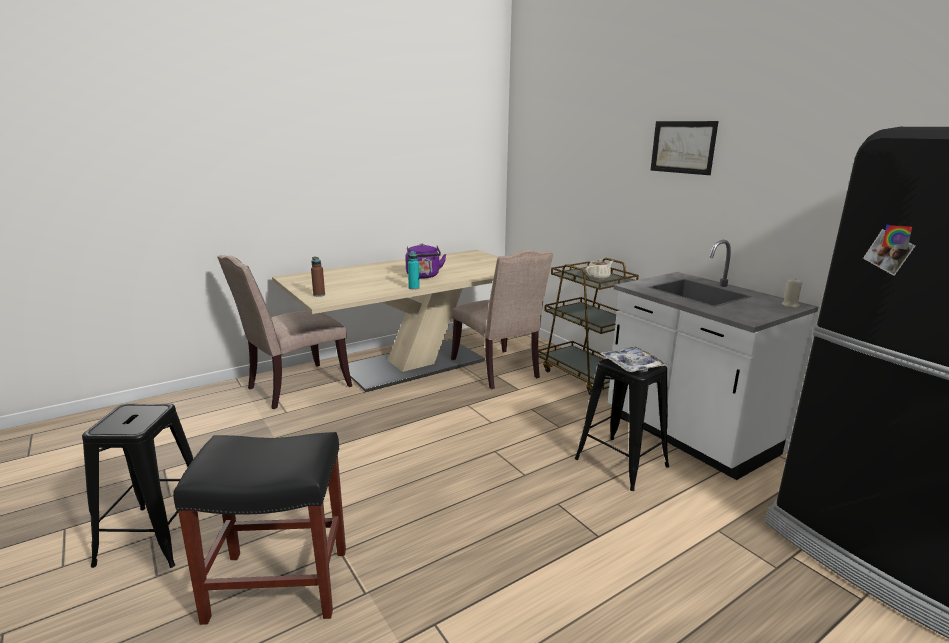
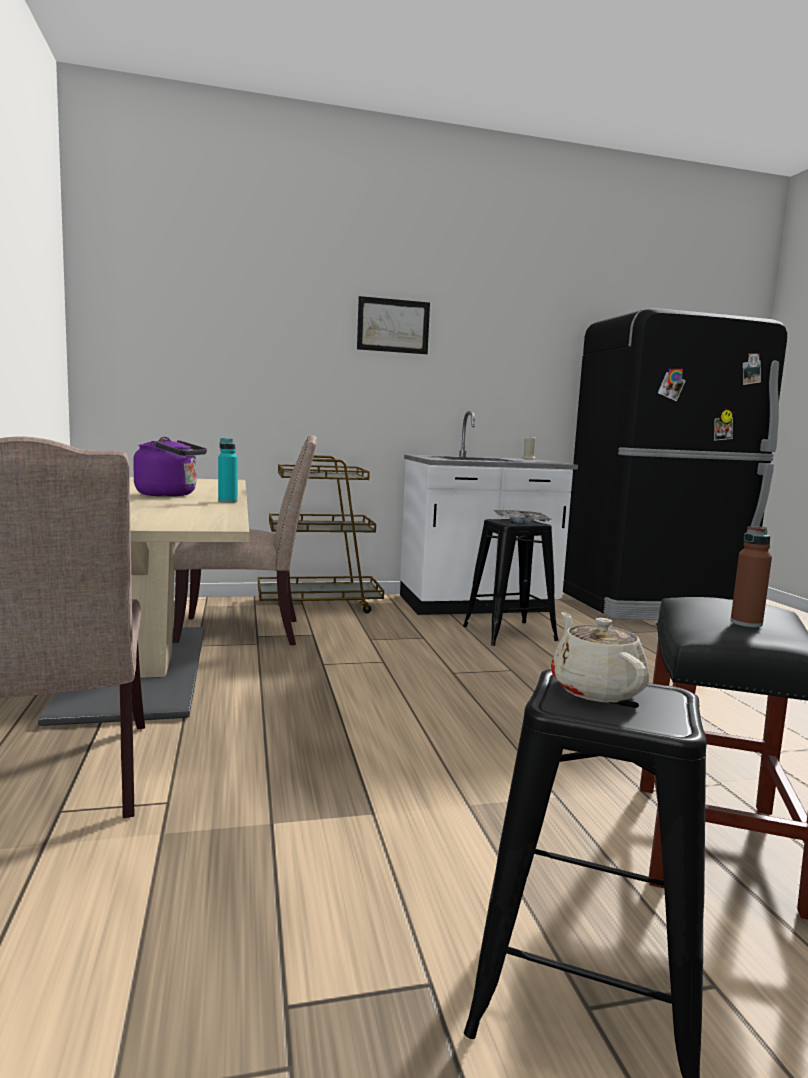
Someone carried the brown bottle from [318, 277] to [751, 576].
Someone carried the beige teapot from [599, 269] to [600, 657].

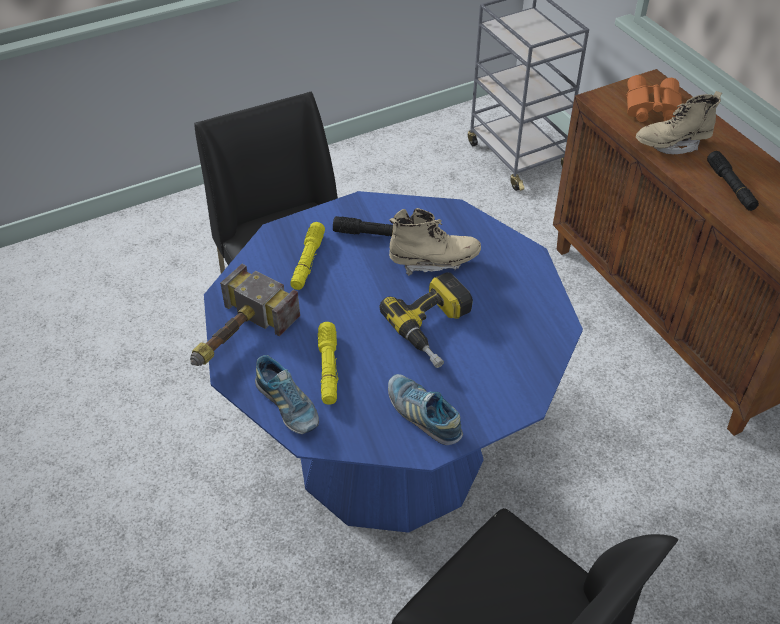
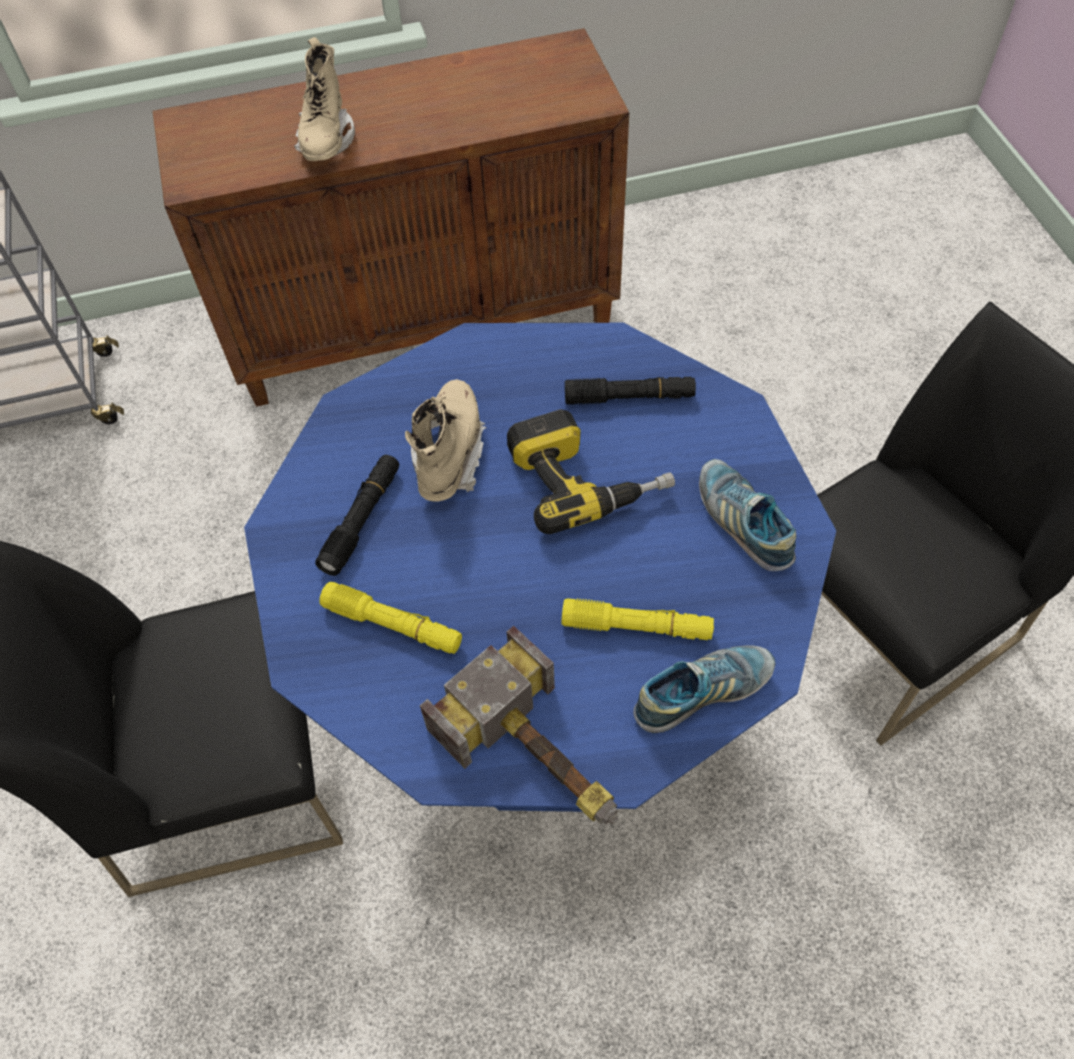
Someone rotated the shoe at [425, 409] by 90 degrees clockwise.
Someone took away the orange binoculars at [654, 98].
Someone carried the black flashlight from [733, 181] to [630, 391].

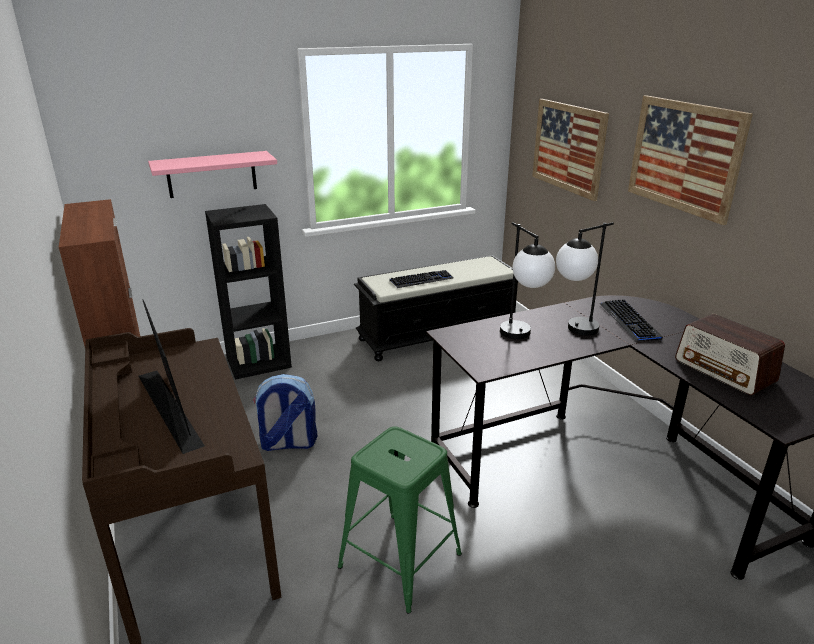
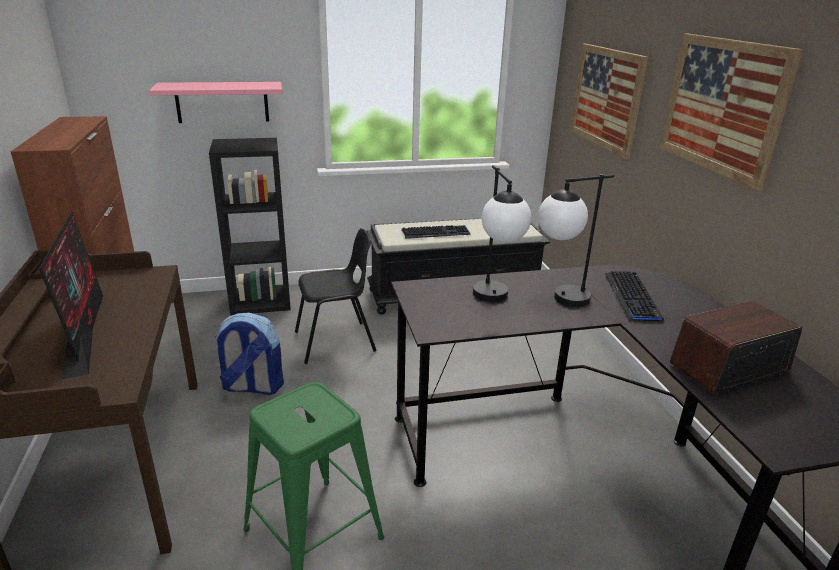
Someone rotated the radio at [730, 354] by 90 degrees clockwise.
Someone put down the black chair at [335, 296].

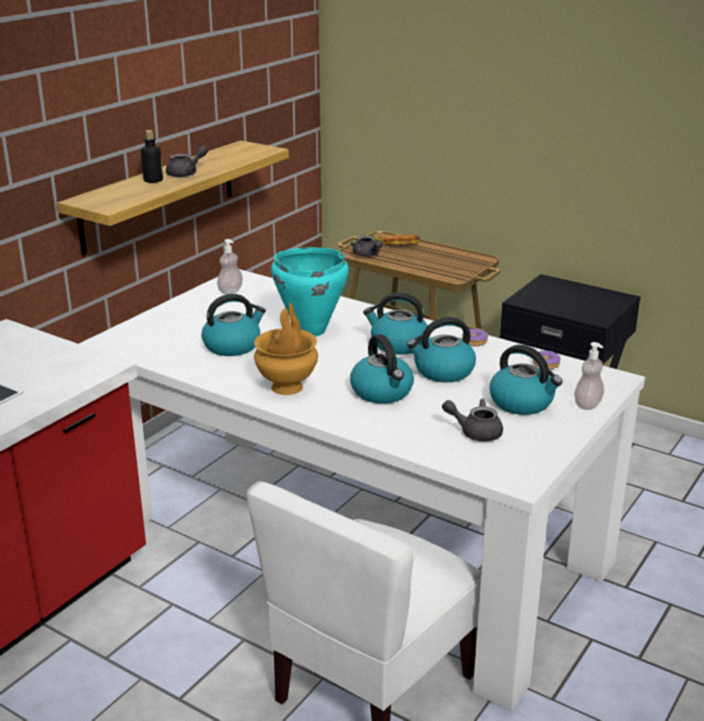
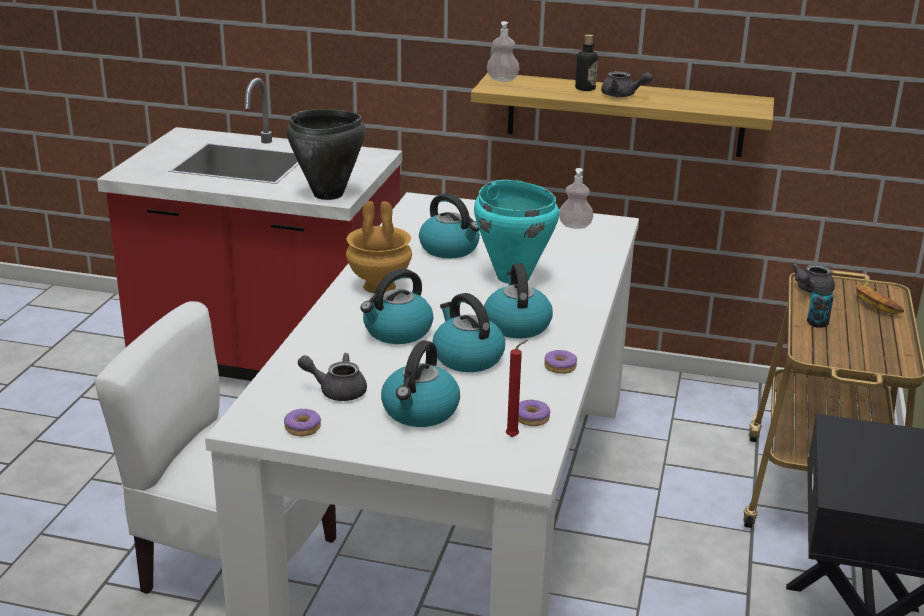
Someone rotated the grey teapot at [472, 419] by 75 degrees counterclockwise.
Someone carried the soap dispenser from [589, 376] to [503, 51].
Someone put down the donut at [302, 423].
Someone put down the black cooking pot at [326, 154].
Someone put down the red candle at [517, 388].
Someone put down the can at [820, 307].

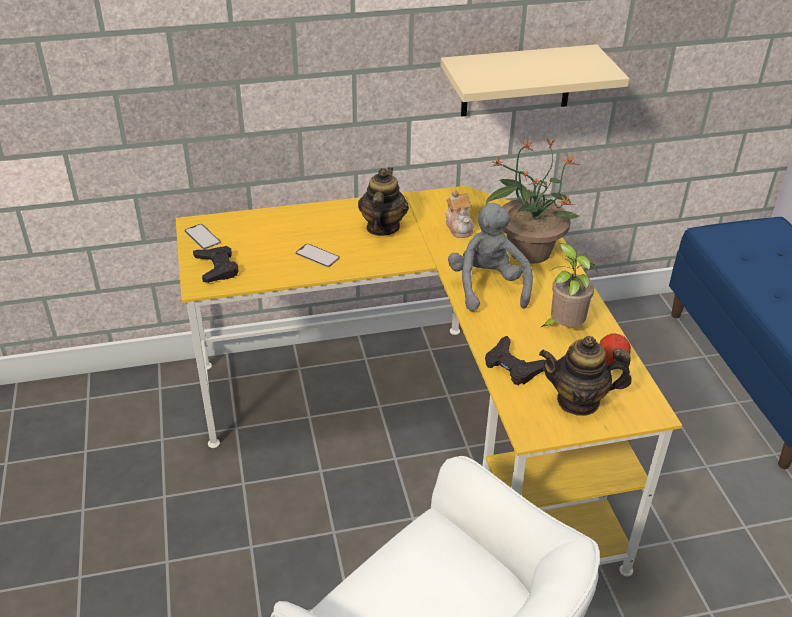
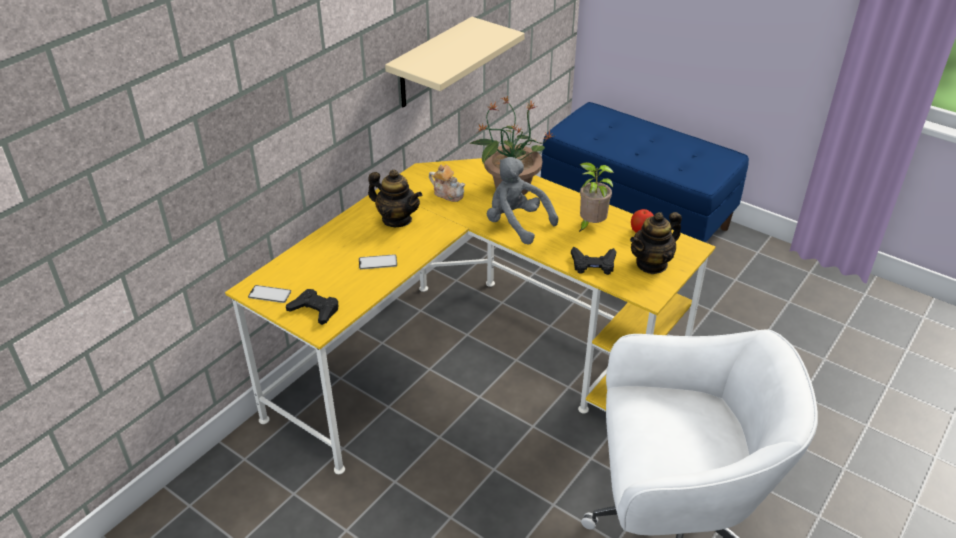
Someone rotated the teapot at [383, 201] by 150 degrees clockwise.

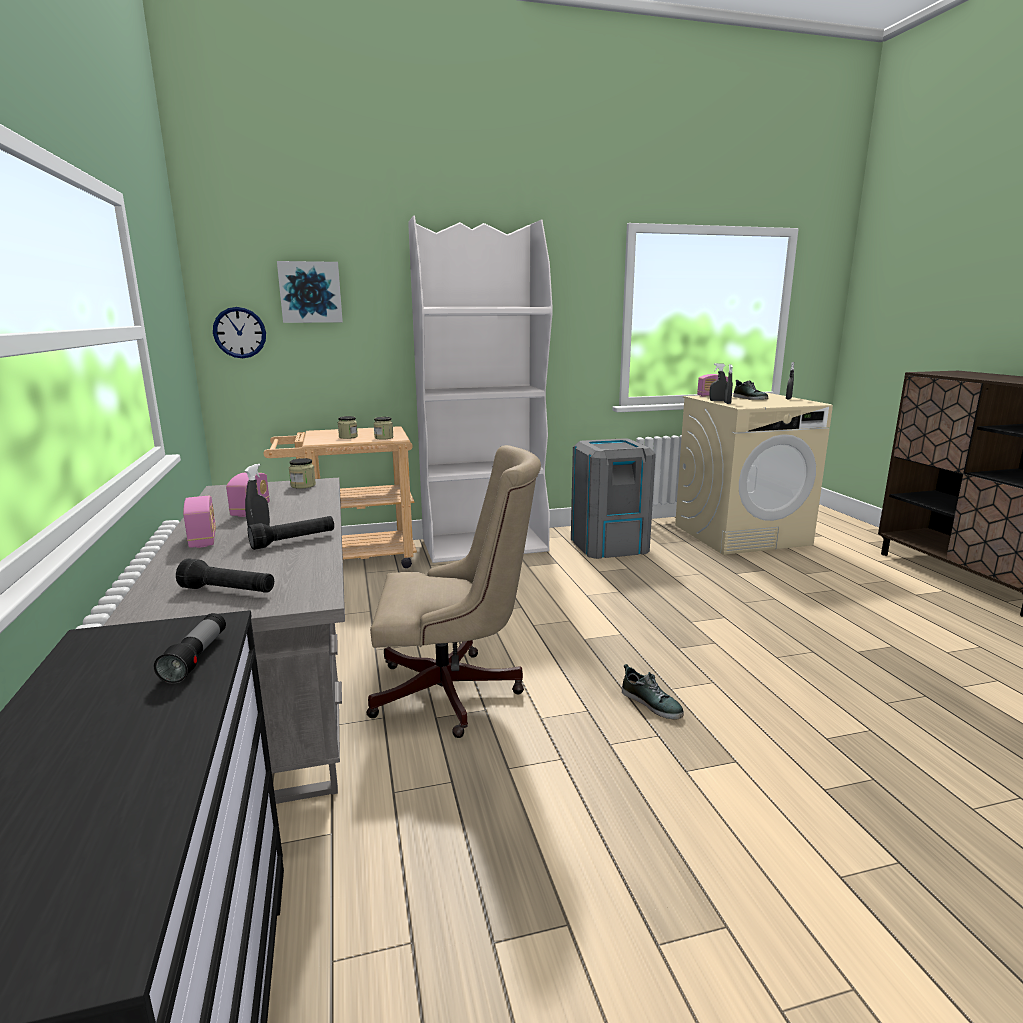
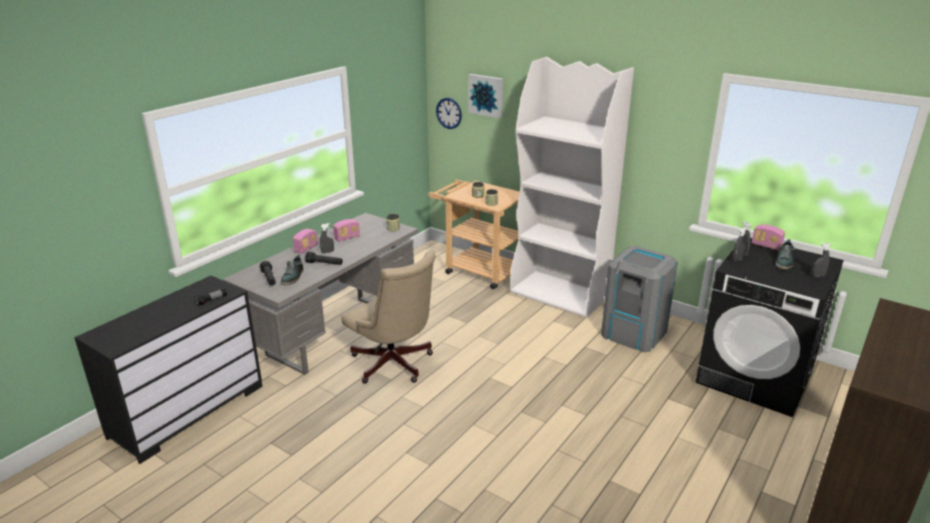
Someone carried the shoe from [653, 691] to [292, 269].
Someone repainted the beige washing machine at [754, 474], which became the black washing machine at [769, 327].

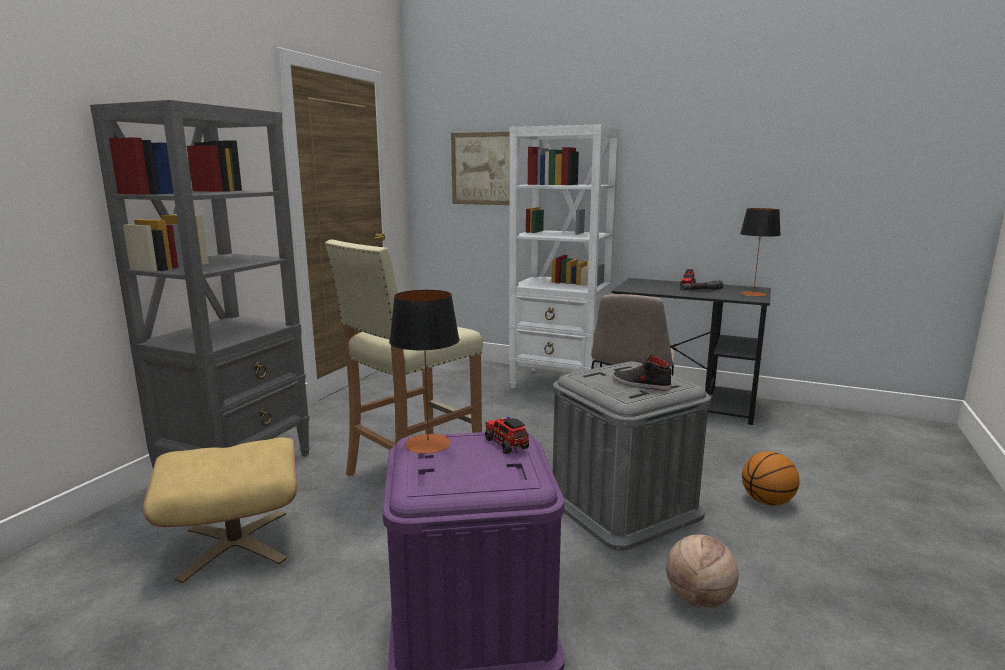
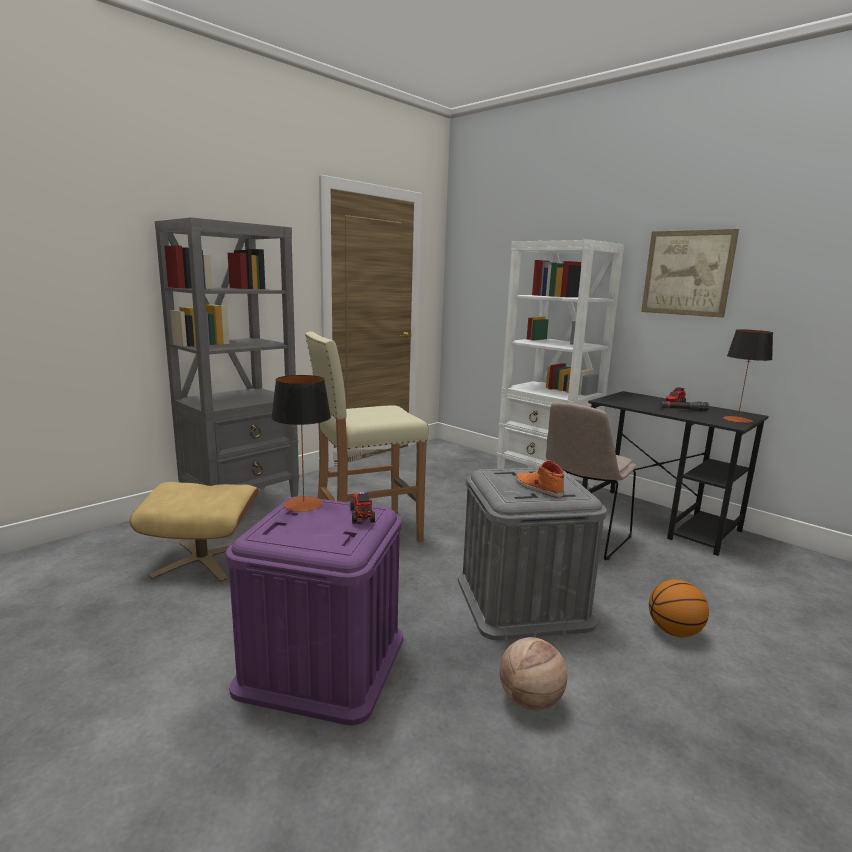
Someone carried the picture from [480, 168] to [690, 273].
Someone repainted the black shoe at [642, 372], which became the orange shoe at [540, 478].

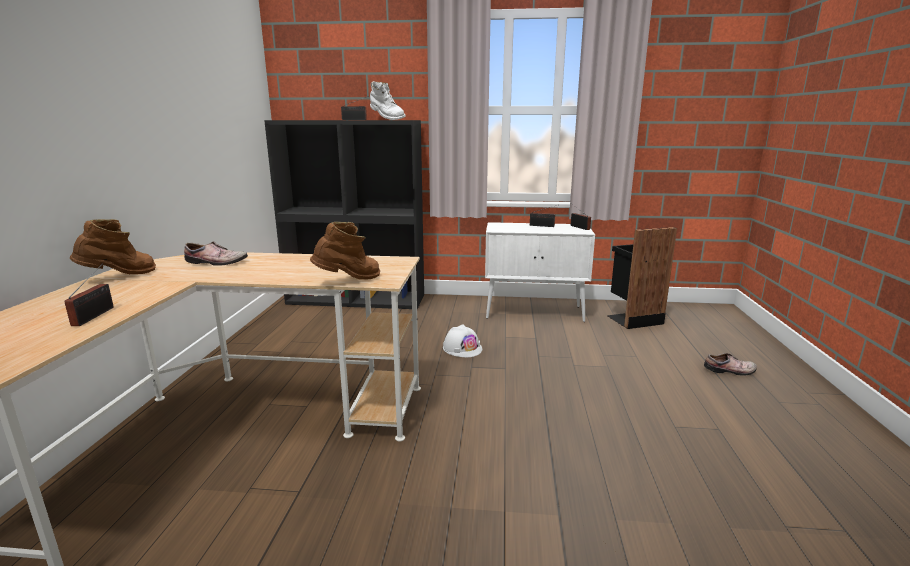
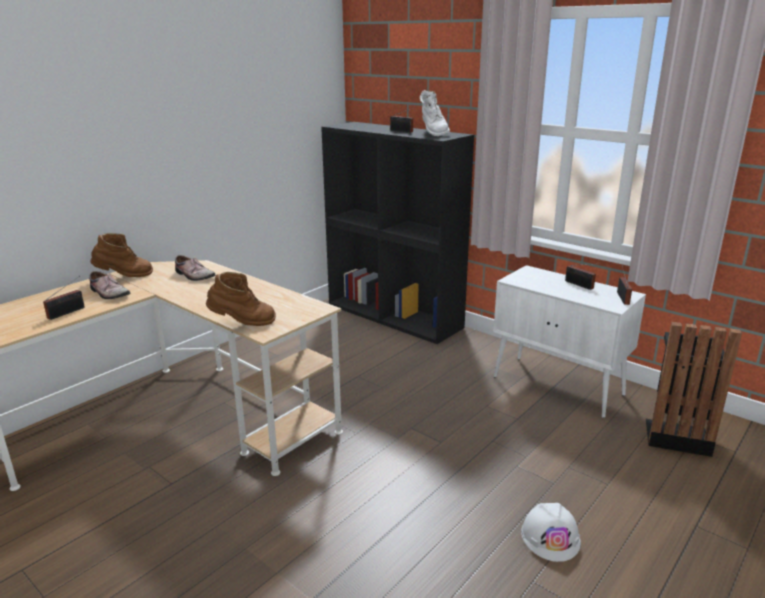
Someone carried the white hard hat from [462, 340] to [551, 532].
Someone carried the shoe from [730, 364] to [109, 285].

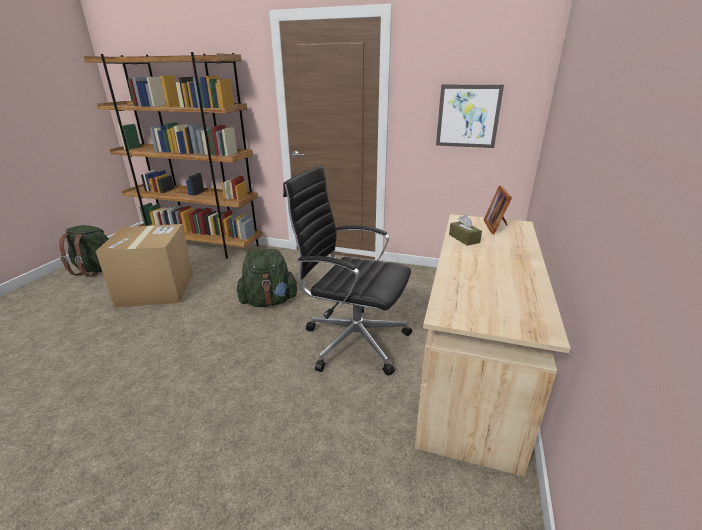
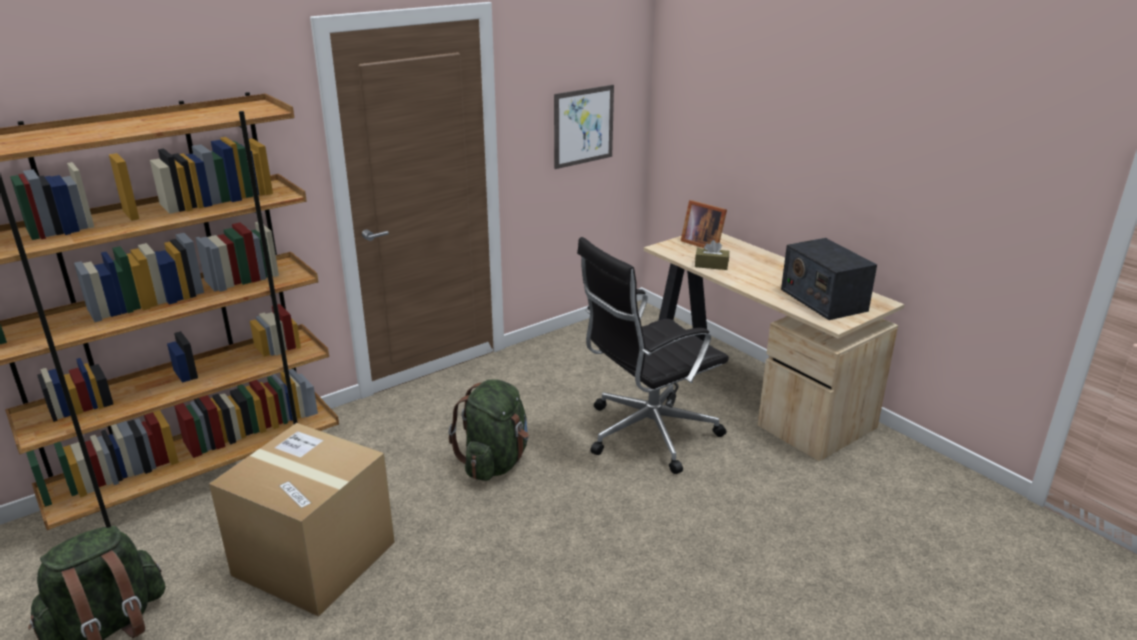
Someone put down the radio at [829, 279].

